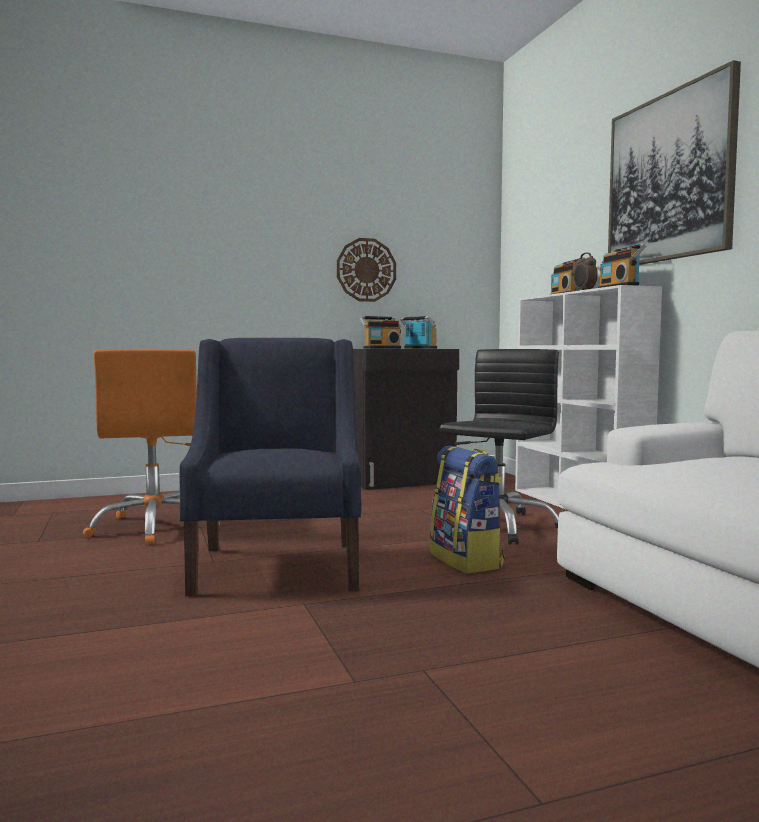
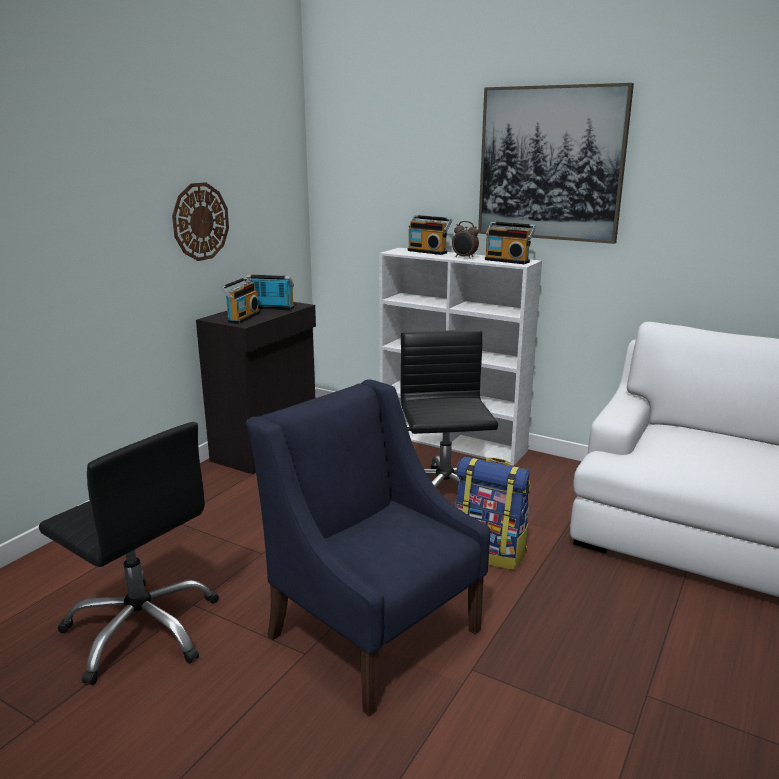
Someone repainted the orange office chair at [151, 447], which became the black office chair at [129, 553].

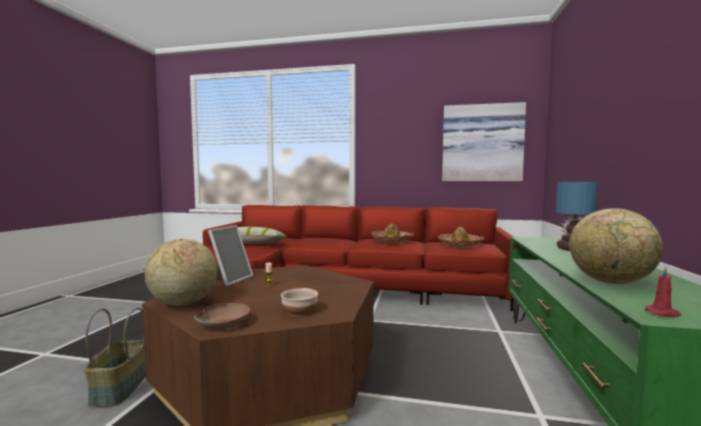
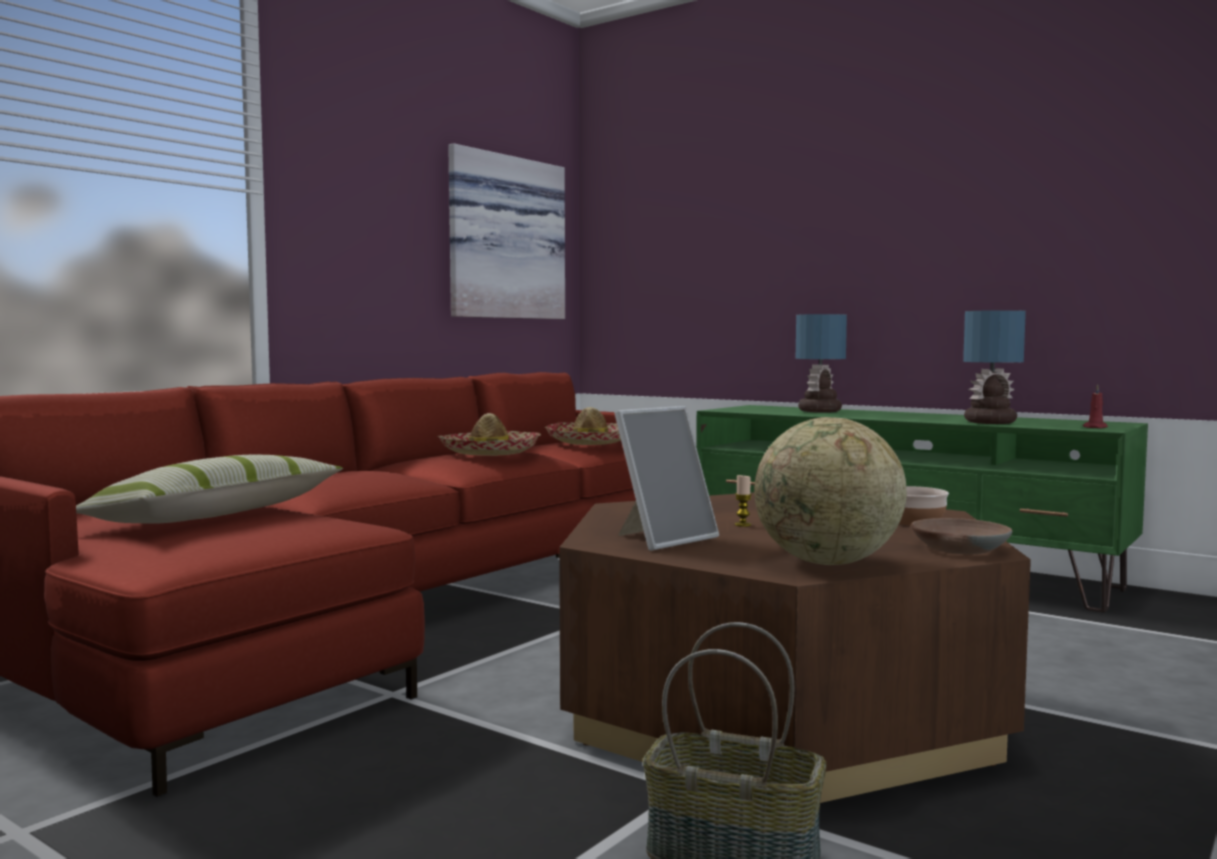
Someone rotated the picture frame at [230, 255] by 90 degrees clockwise.
Someone swapped the globe at [616, 246] for the table lamp at [994, 367].

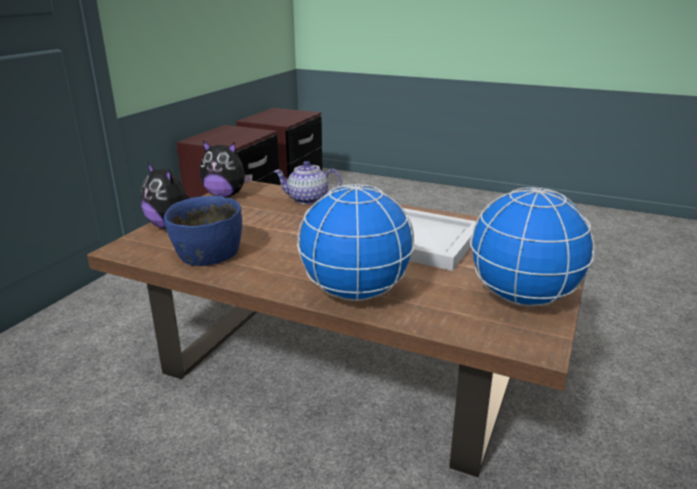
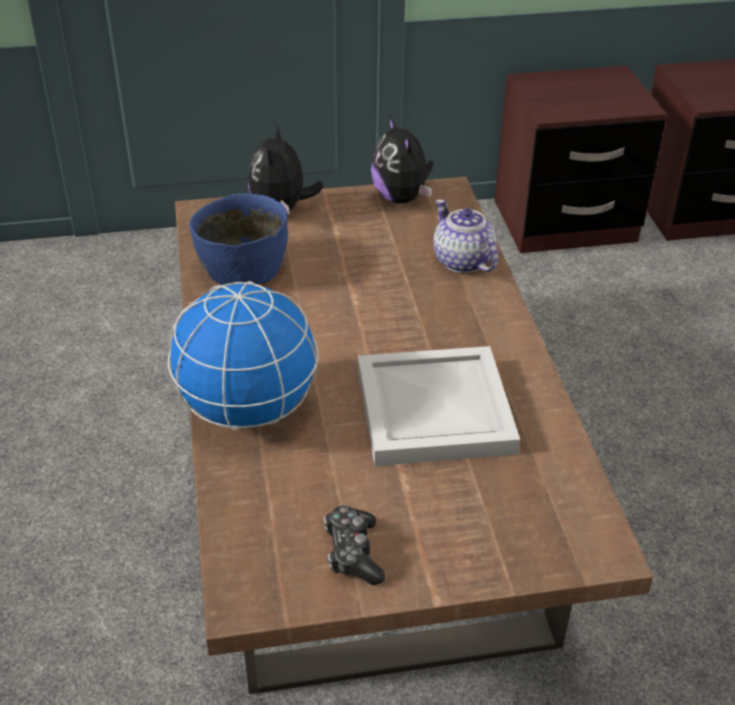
Someone swapped the globe at [532, 247] for the game controller at [354, 545].

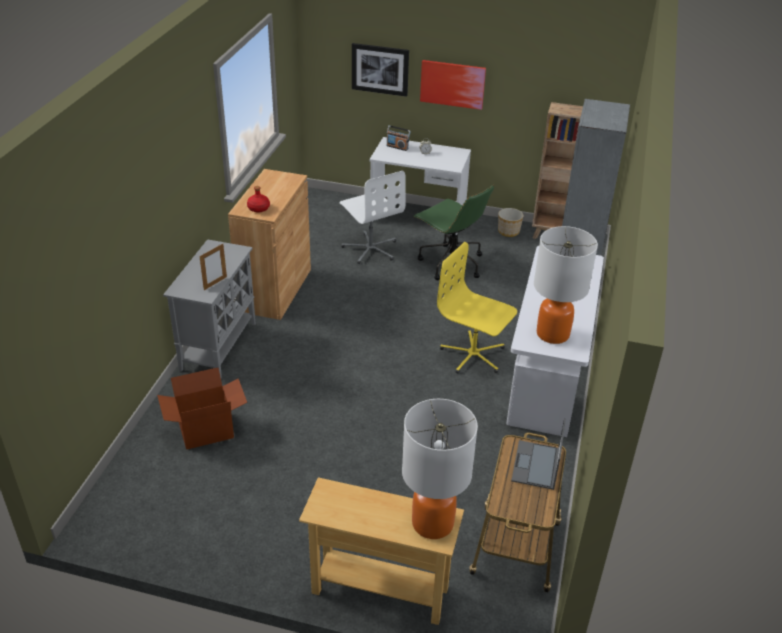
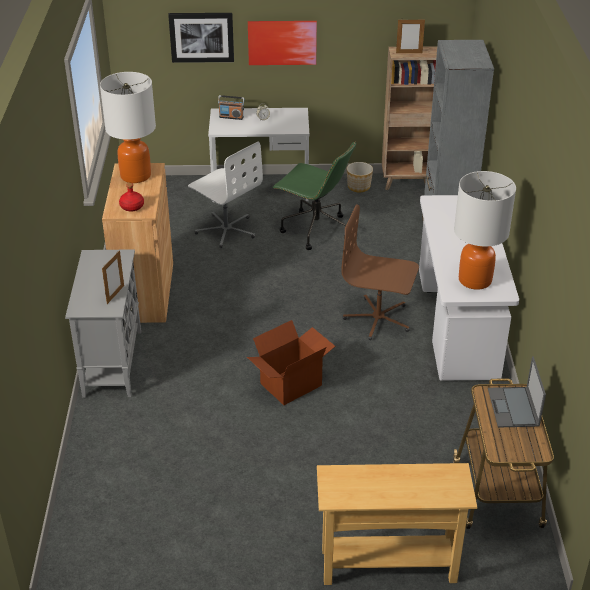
Someone carried the cardboard box from [202, 408] to [291, 362].
Someone carried the table lamp from [440, 469] to [128, 127].
Someone repainted the yellow office chair at [477, 308], which became the brown office chair at [380, 272].
Someone put down the picture frame at [410, 36].

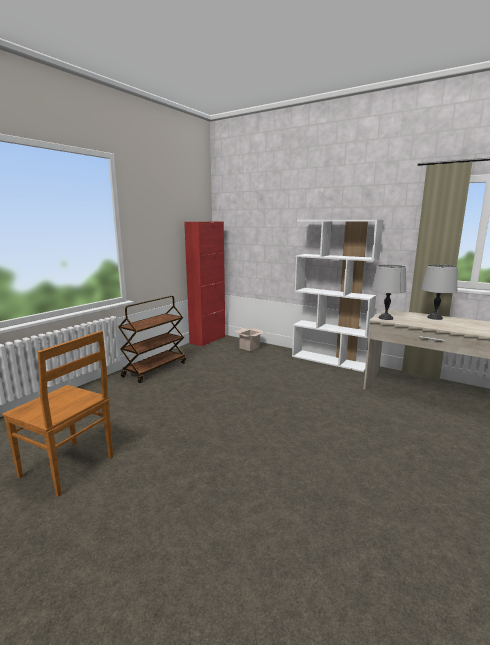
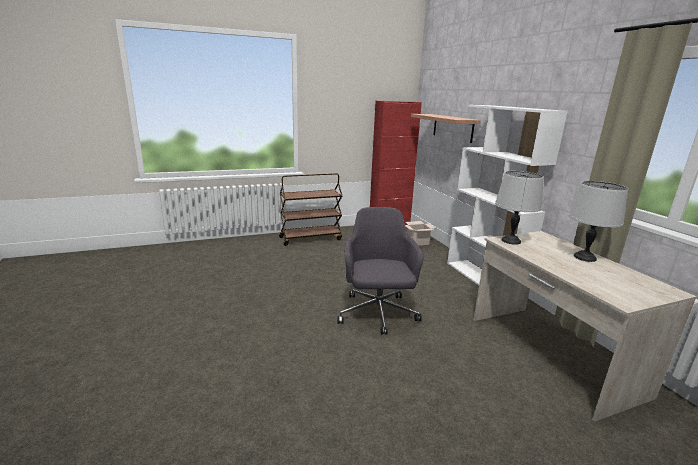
Someone took away the brown chair at [57, 414].
Someone put down the grey office chair at [380, 271].
Someone put up the shelf at [446, 128].

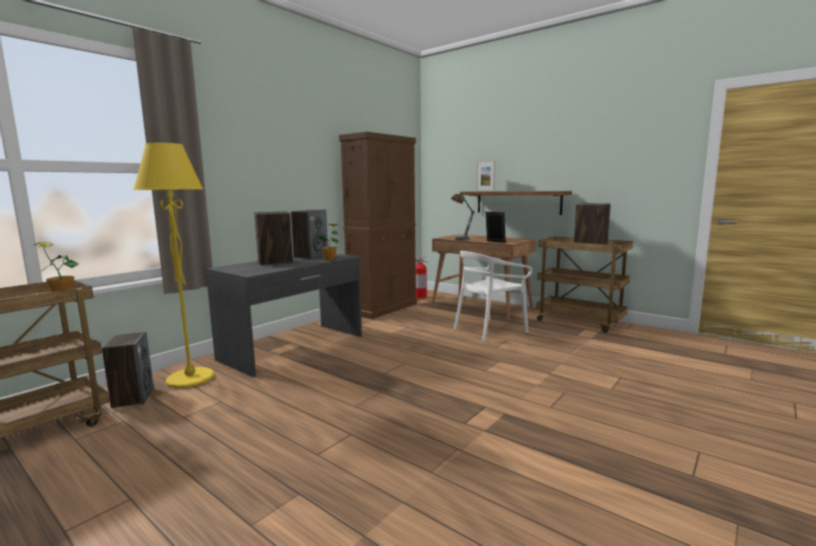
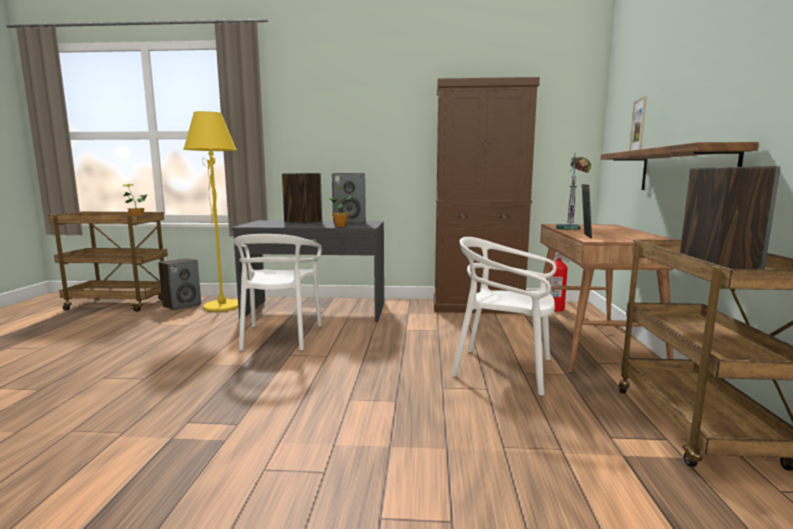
Someone put down the white chair at [277, 292].

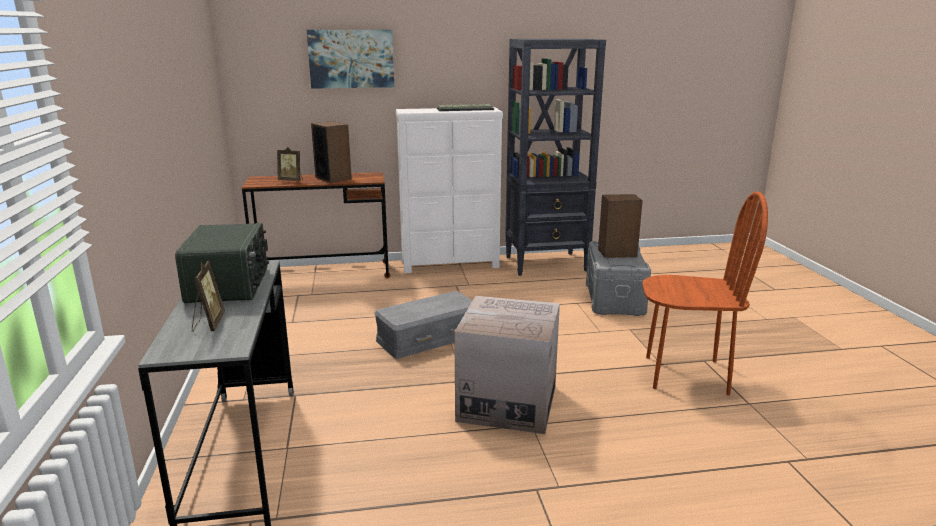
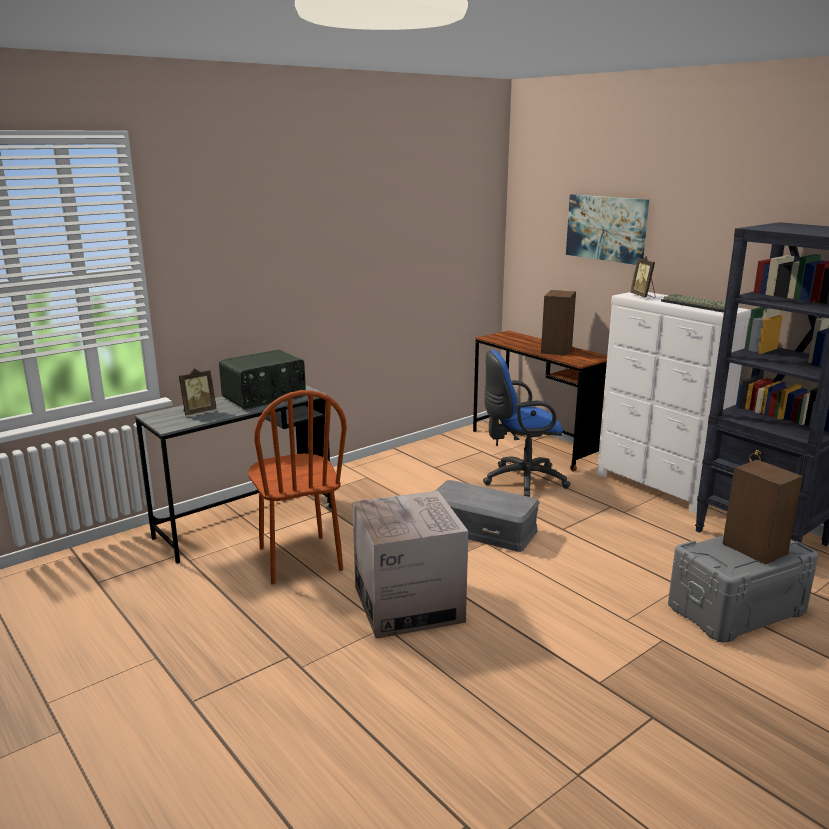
Someone carried the picture frame from [290, 164] to [642, 277].
Someone carried the brown chair from [705, 293] to [297, 487].
Someone put down the blue office chair at [527, 423].

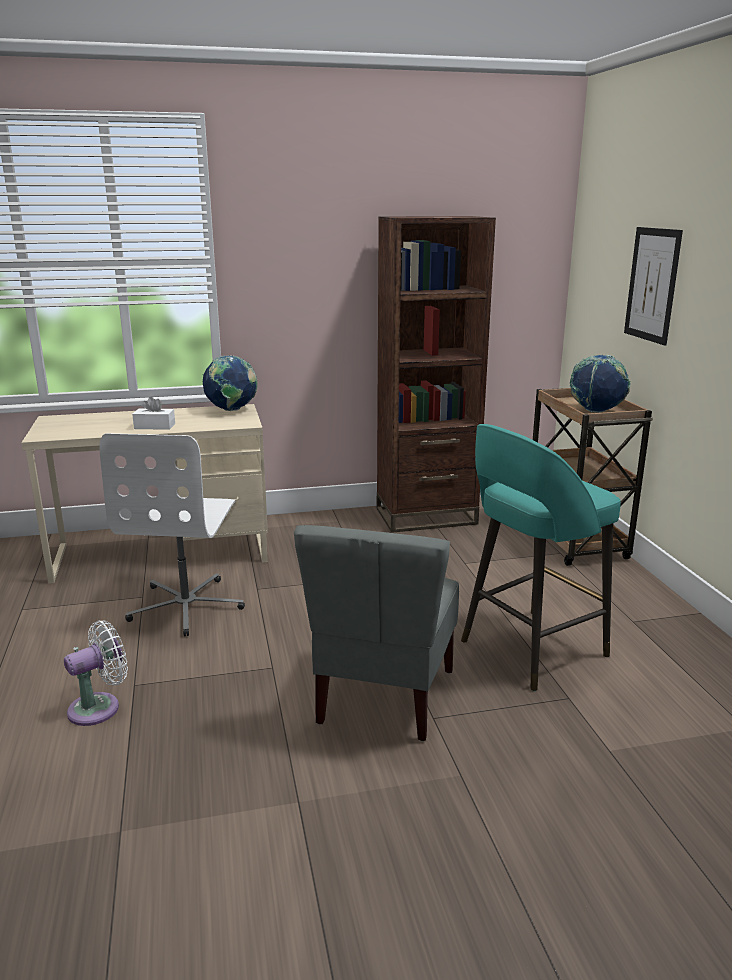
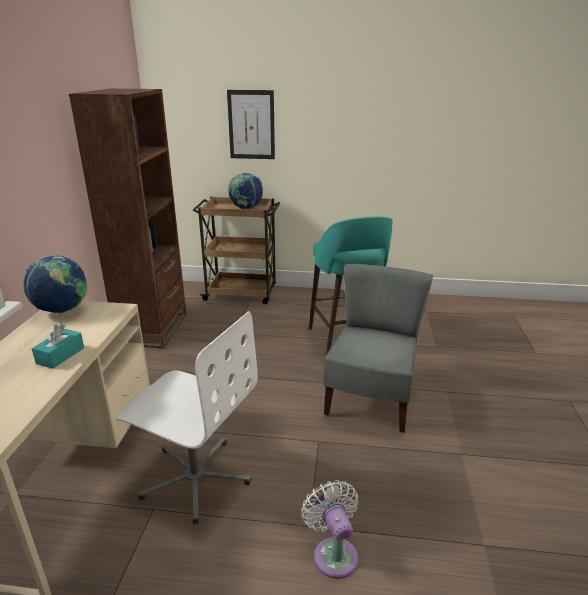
Someone repainted the white tissue box at [153, 413], which became the turquoise tissue box at [58, 346].
Someone rotated the grey chair at [376, 633] by 105 degrees counterclockwise.

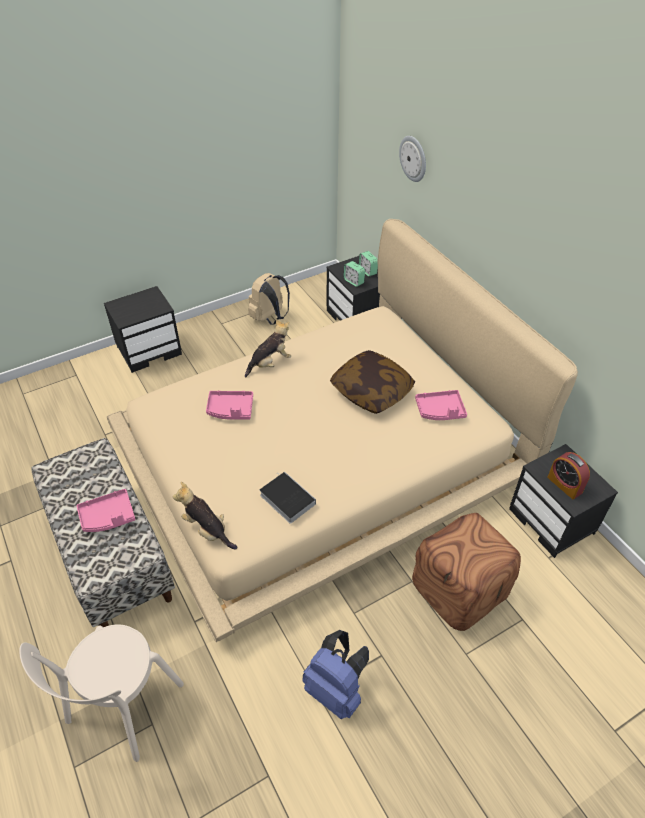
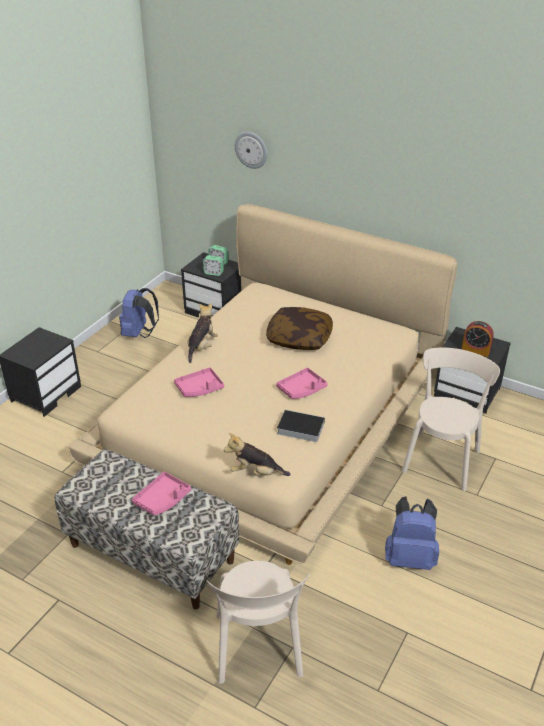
Someone repainted the beige backpack at [269, 299], which became the blue backpack at [139, 313].
Someone swapped the brown ottoman at [466, 572] for the beige chair at [451, 419].
Someone carried the pink tray from [441, 405] to [302, 383].

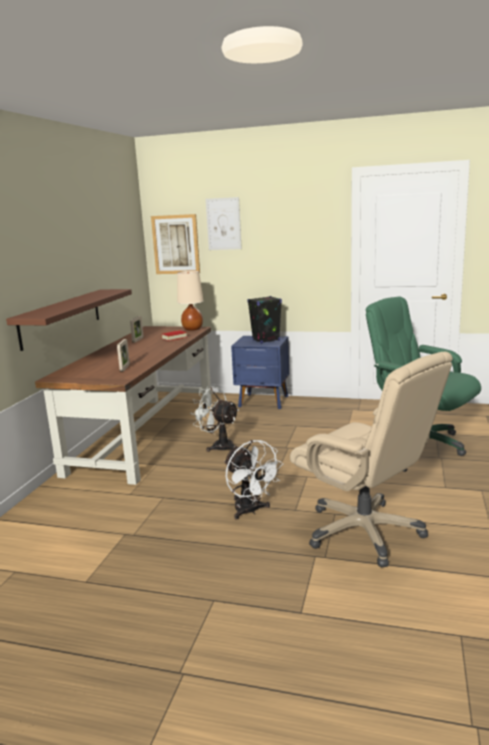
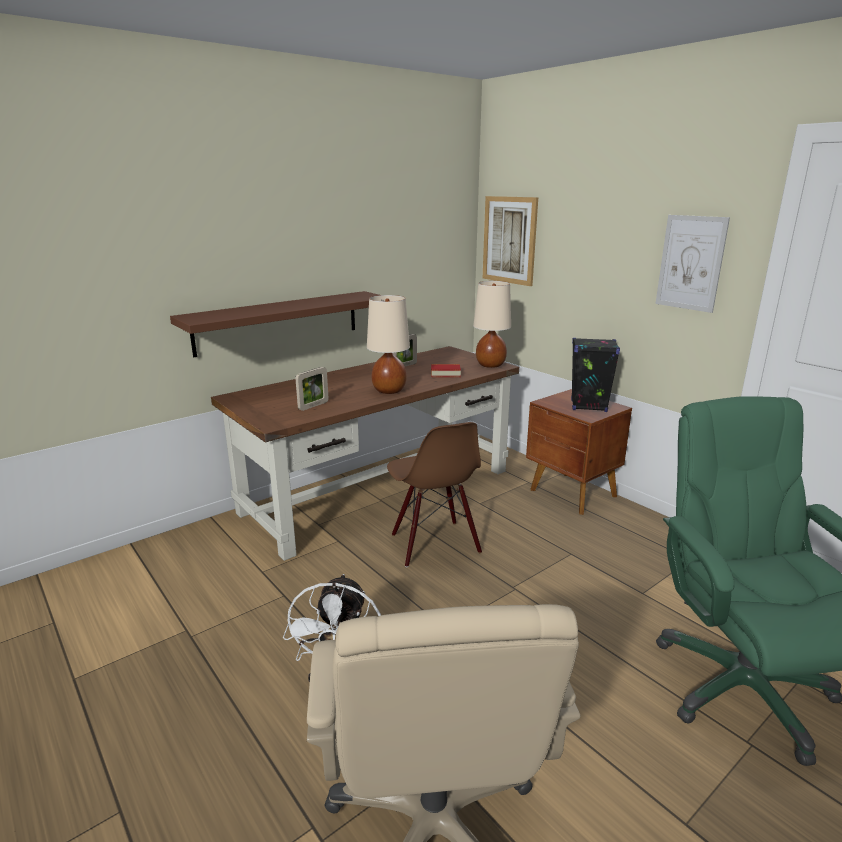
Someone swapped the white fan at [214, 419] for the brown chair at [434, 494].
Someone carried the picture from [224, 223] to [693, 264].
Someone repainted the blue nightstand at [260, 372], which became the brown nightstand at [579, 452].
Someone put down the beige table lamp at [388, 344].

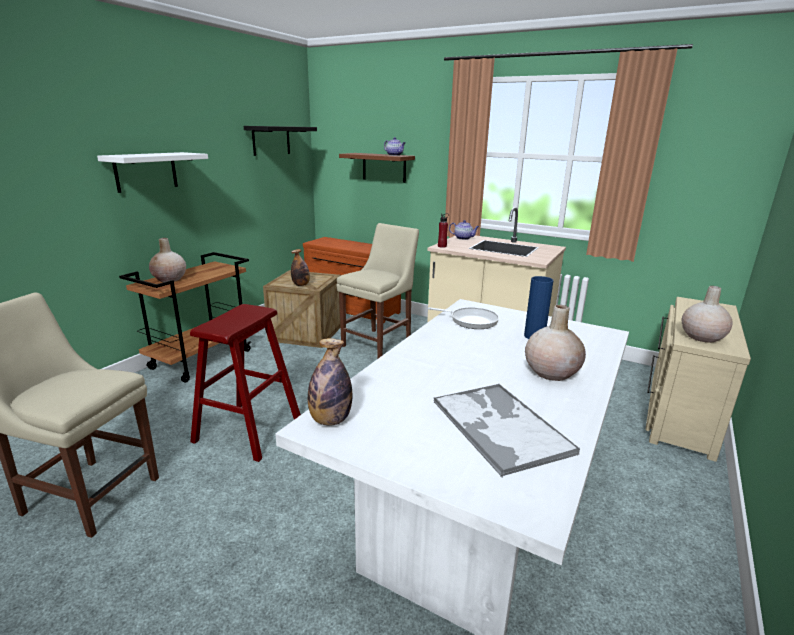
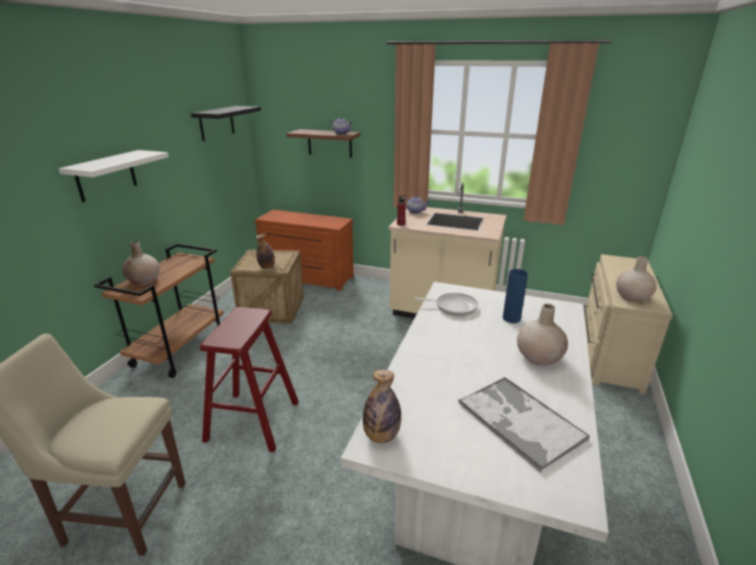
Someone took away the beige chair at [377, 290].

